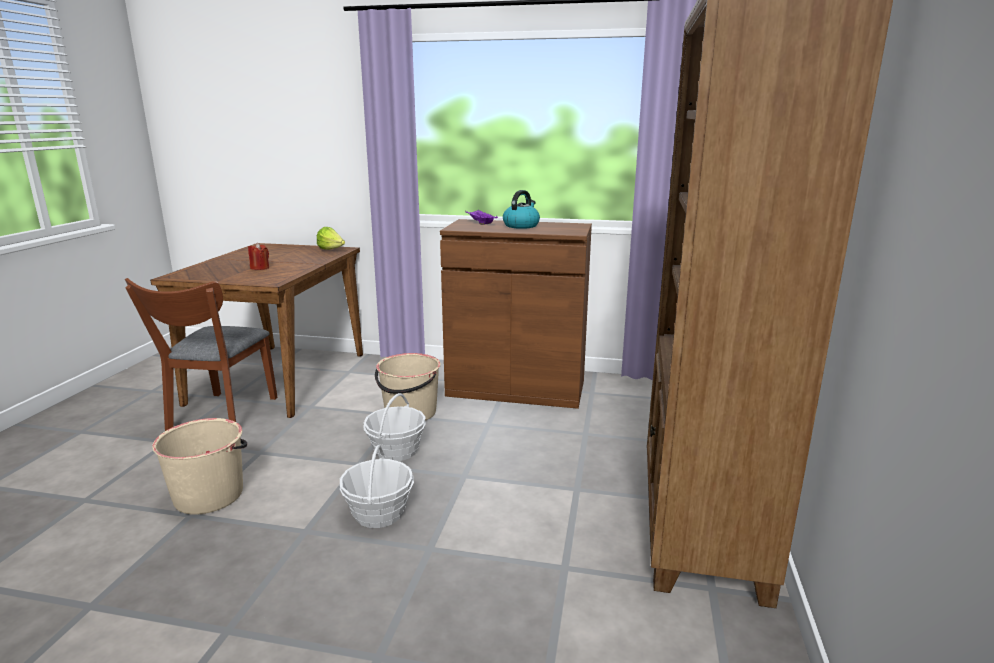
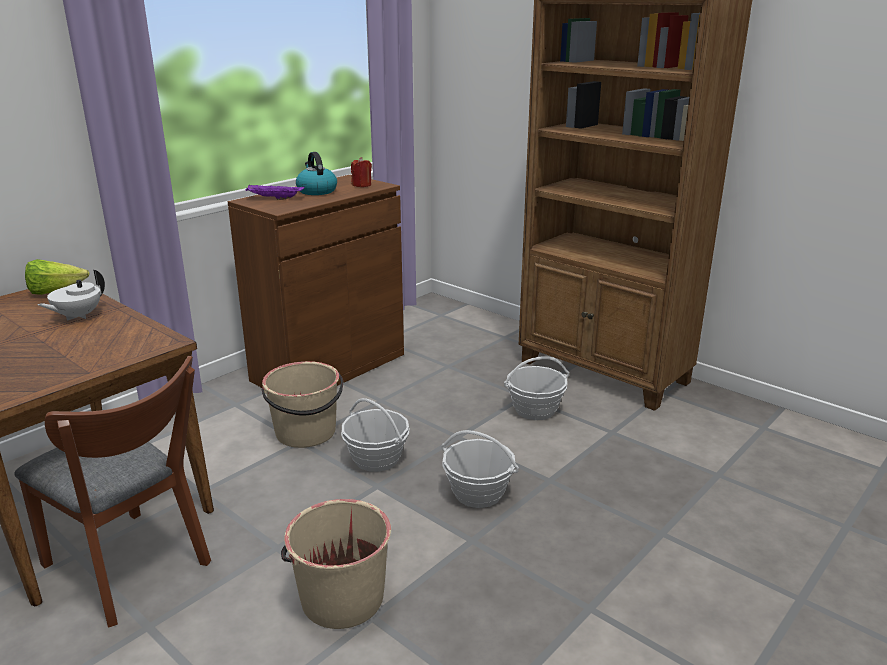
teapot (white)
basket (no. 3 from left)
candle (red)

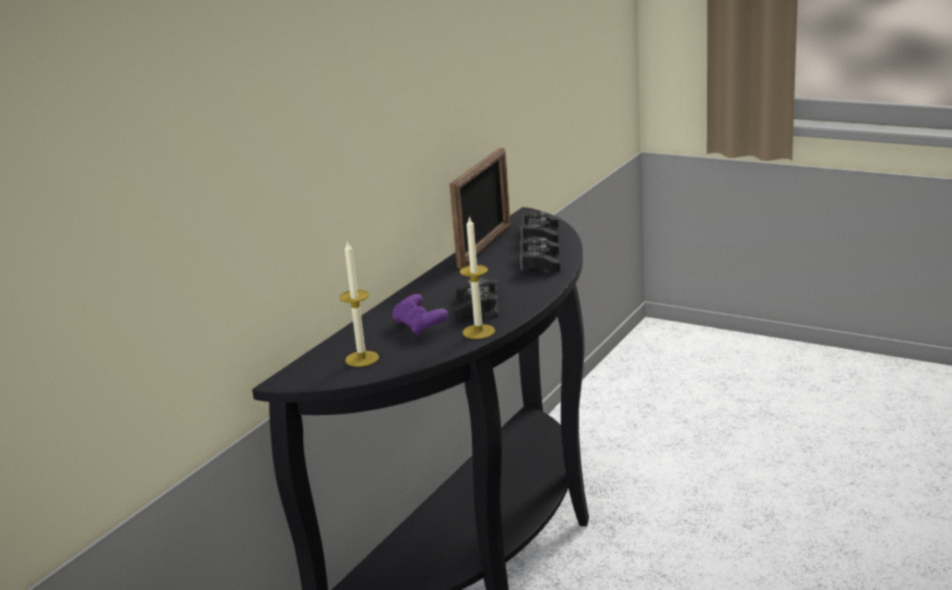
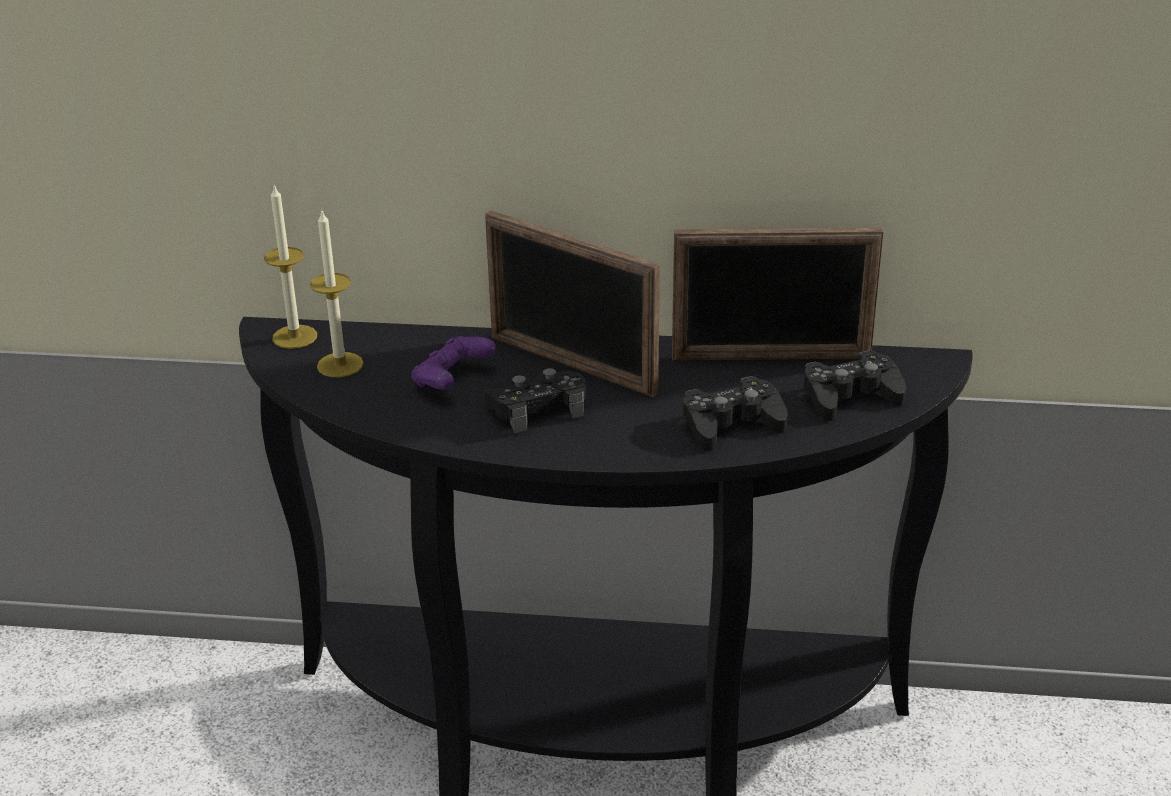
picture frame (no. 1 from left)
candle (no. 1 from left)

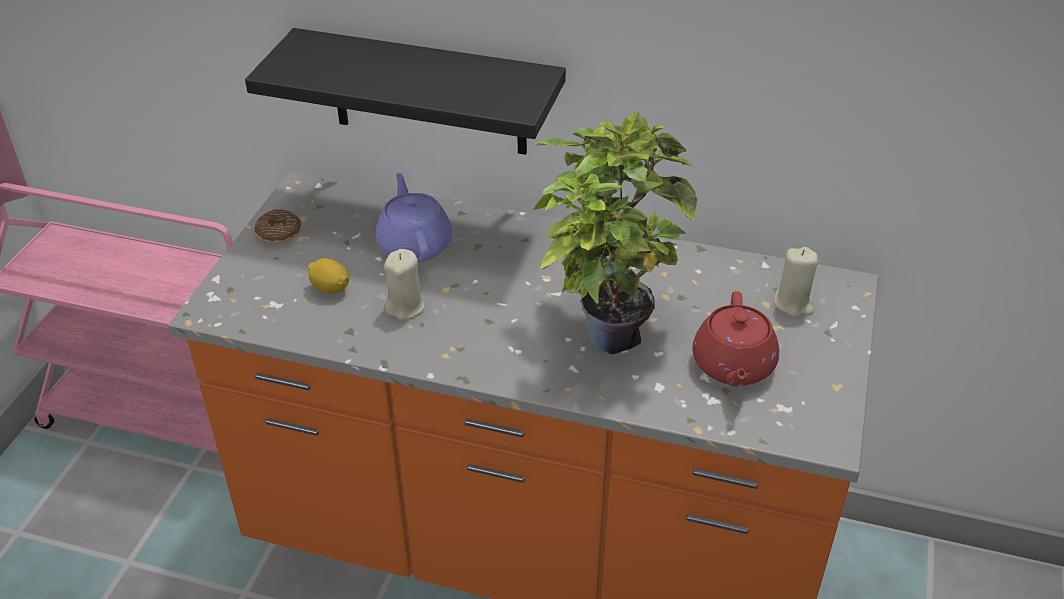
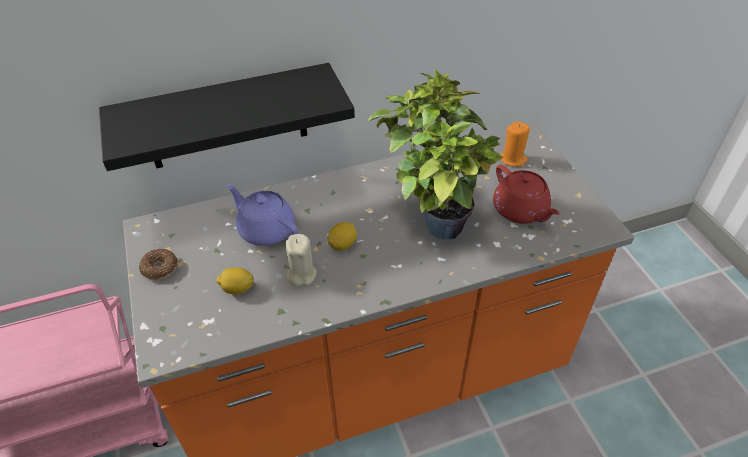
lemon (no. 2 from left)
candle (orange)

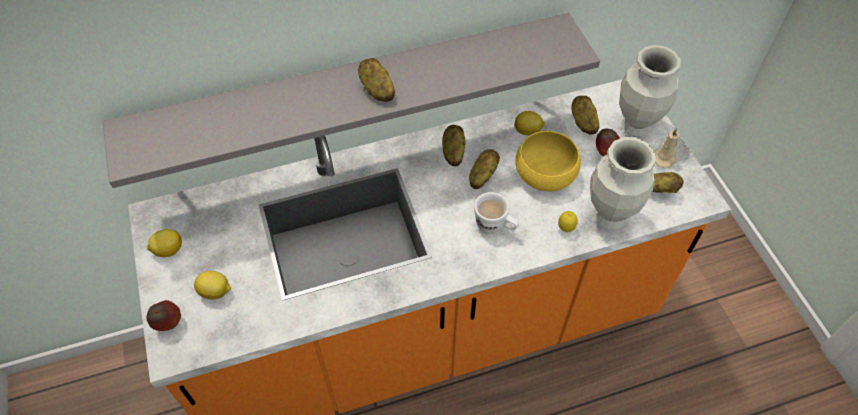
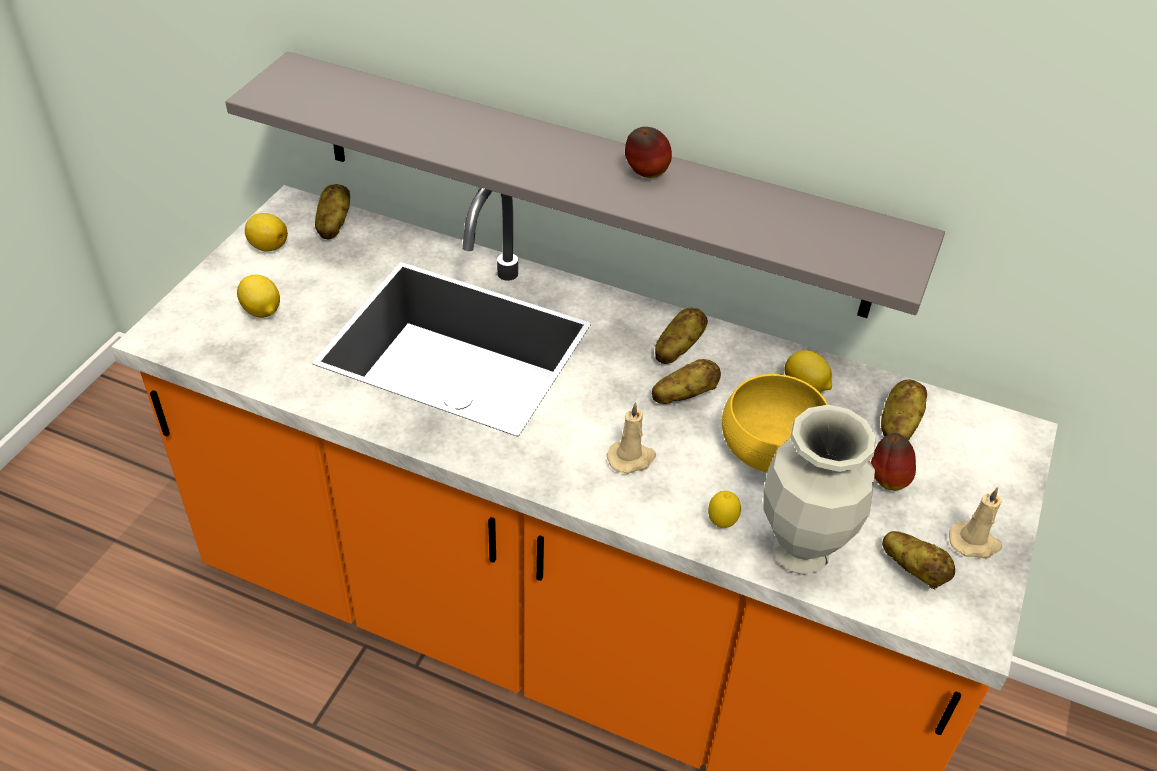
vase (no. 2 from left in the first image)
apple (no. 1 from left)
potato (no. 1 from left)
candle (beige) (no. 1 from left)

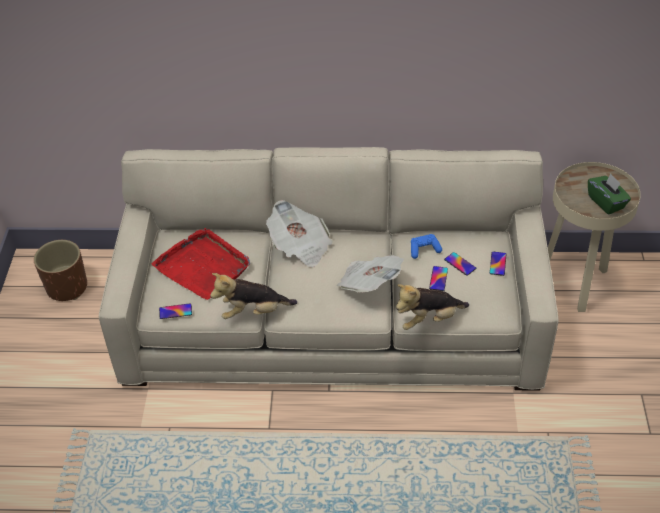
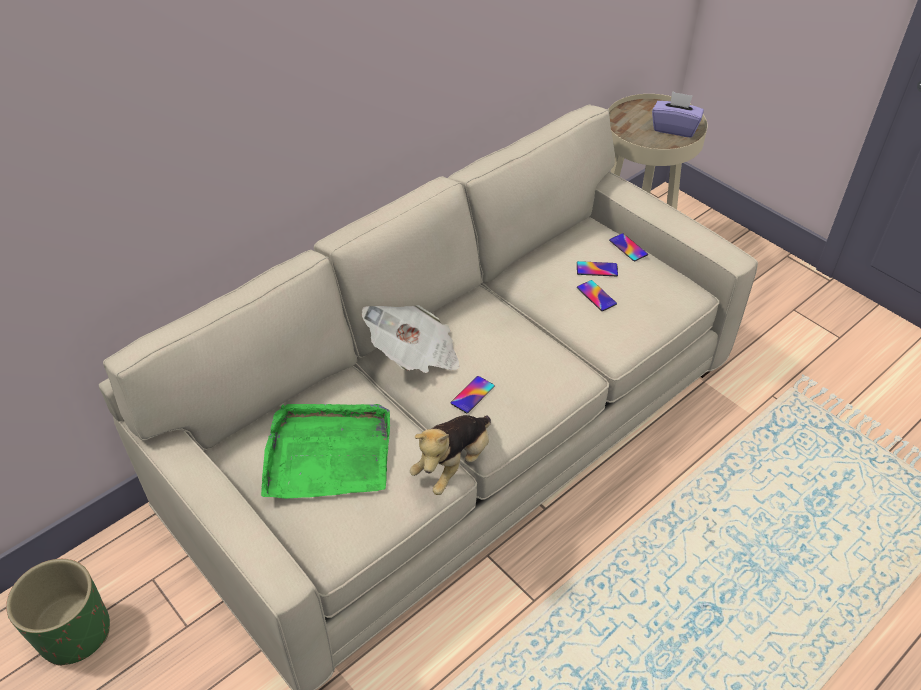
newspaper (no. 2 from left in the first image)
plush toy (no. 2 from left in the first image)
game controller (blue)
phone (no. 1 from left)
planter (green)
tray (green)
tissue box (purple)

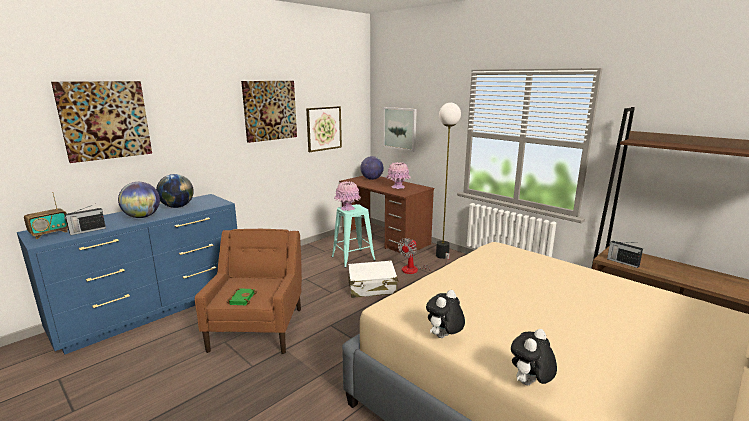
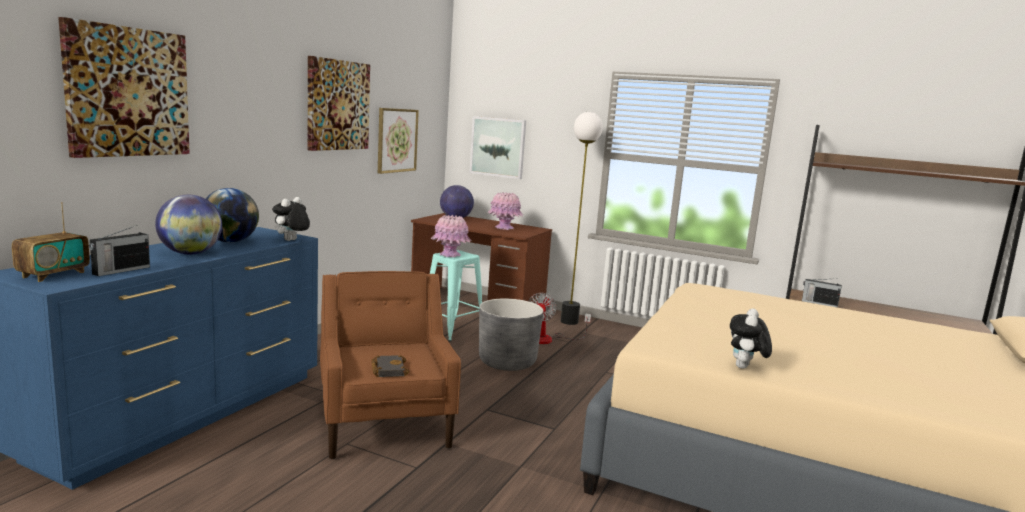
plush toy (no. 1 from left)
planter (grey)
book (black)

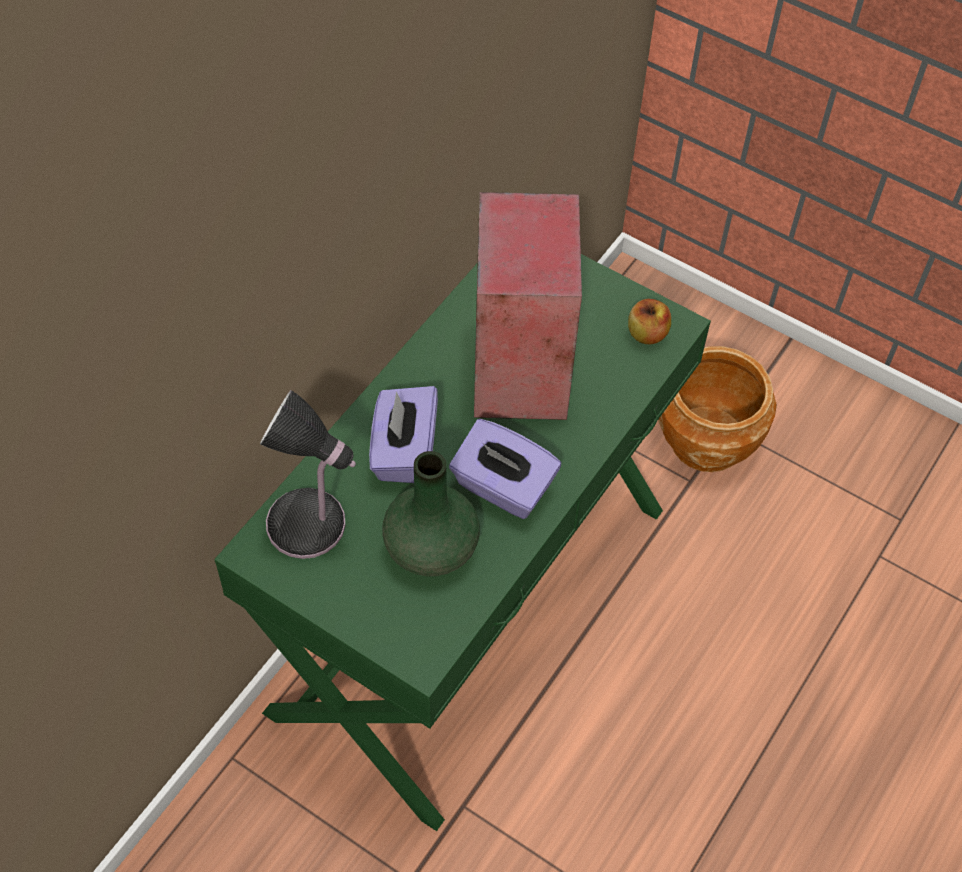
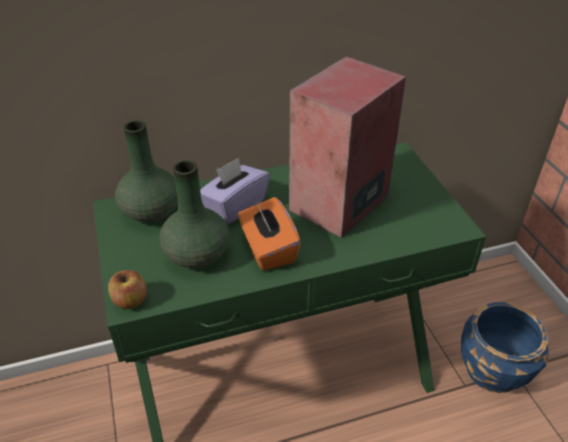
apple
vase (green) (no. 1 from left)
tissue box (orange)
planter (blue)

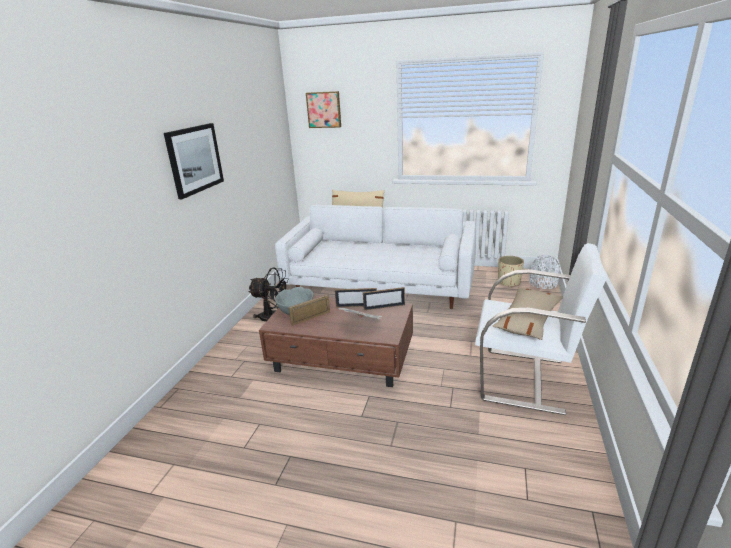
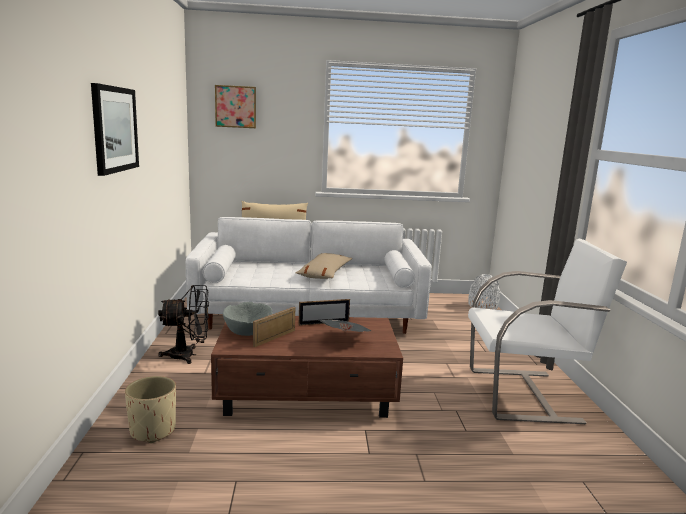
picture frame (no. 3 from left in the first image)
pillow (beige) (no. 2 from left)
planter (beige)

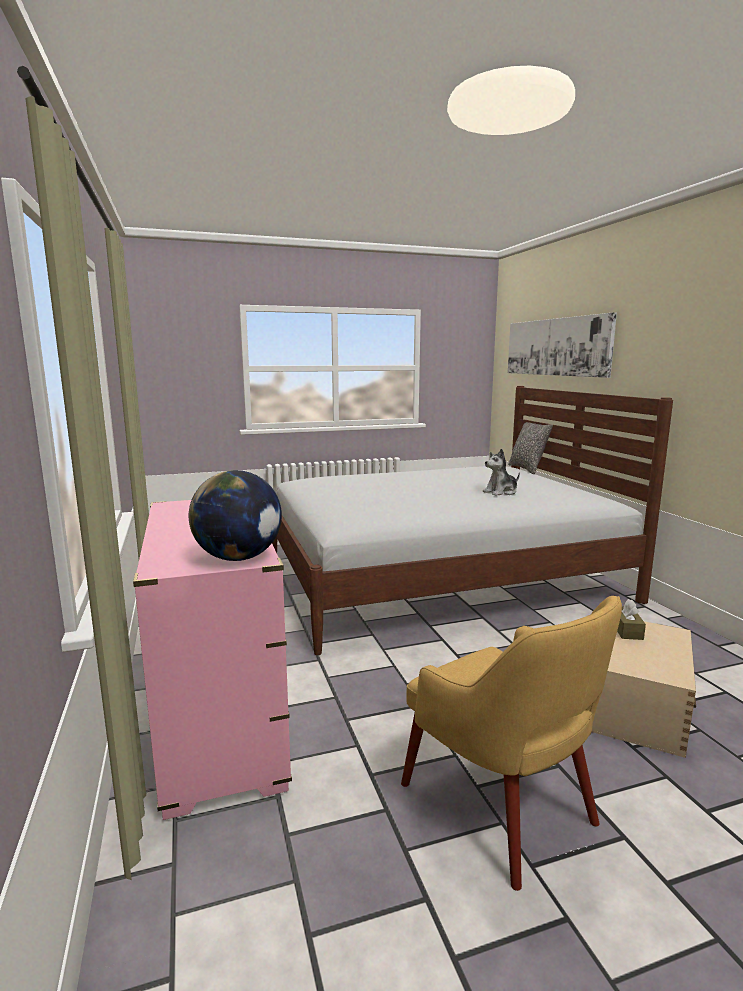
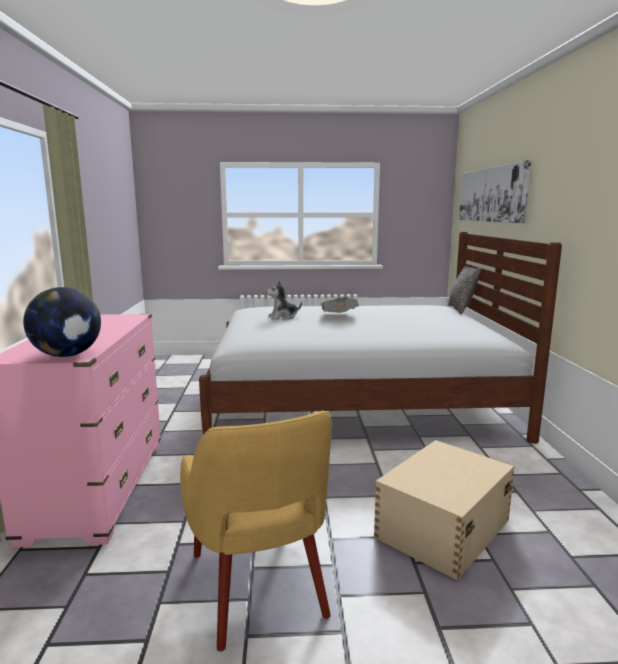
tissue box (brown)
newspaper
plush toy

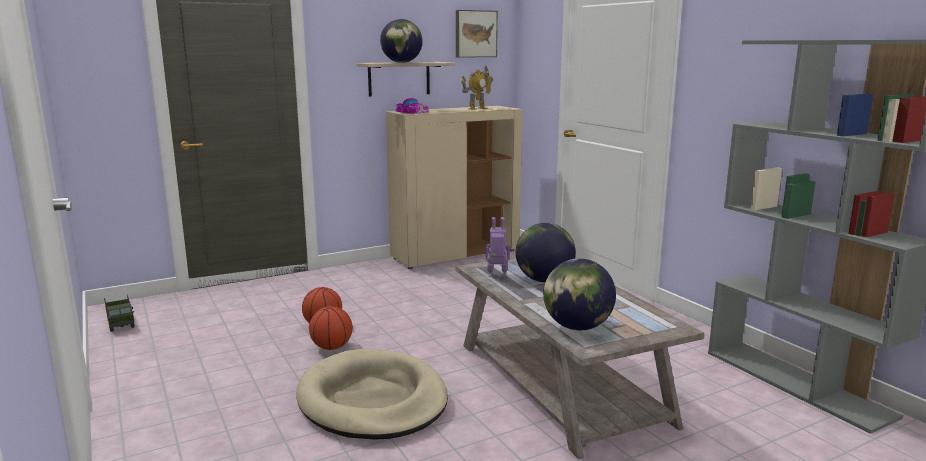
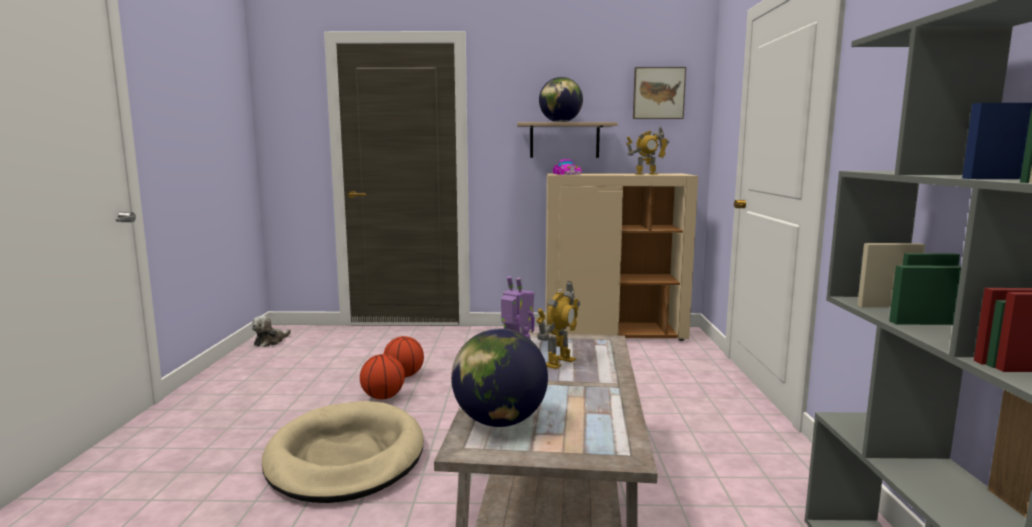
plush toy
toy robot (no. 2 from left)

